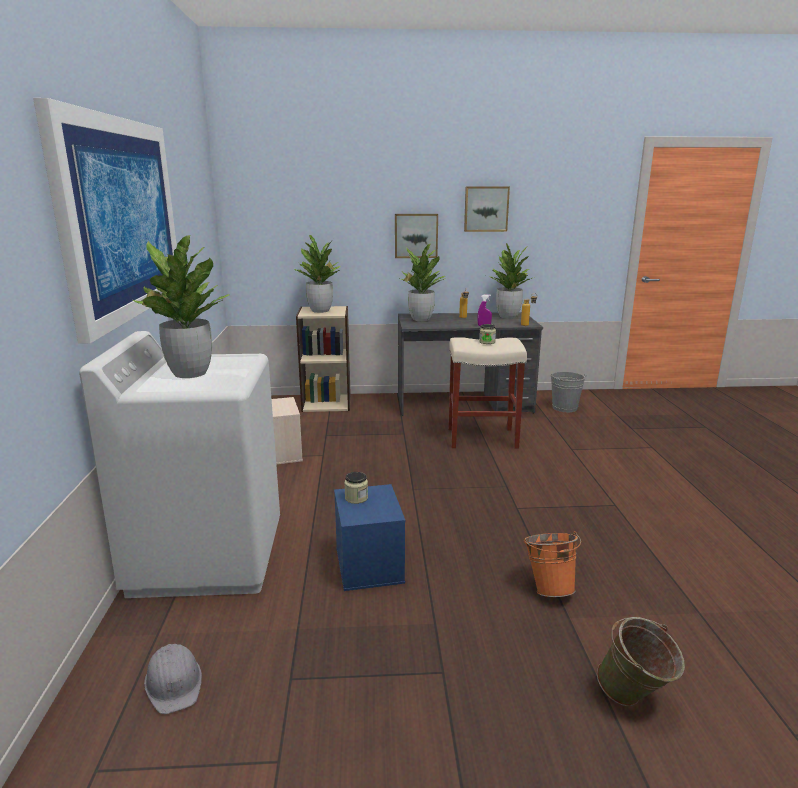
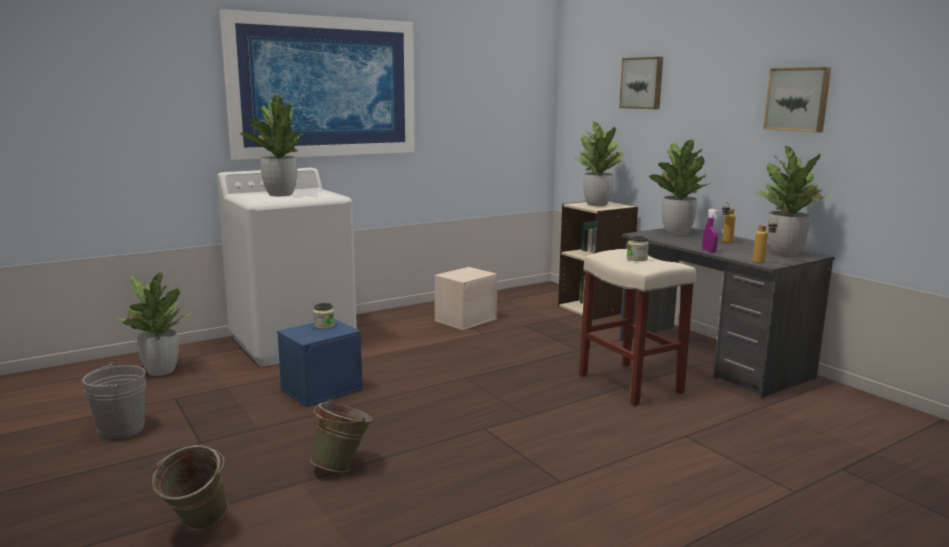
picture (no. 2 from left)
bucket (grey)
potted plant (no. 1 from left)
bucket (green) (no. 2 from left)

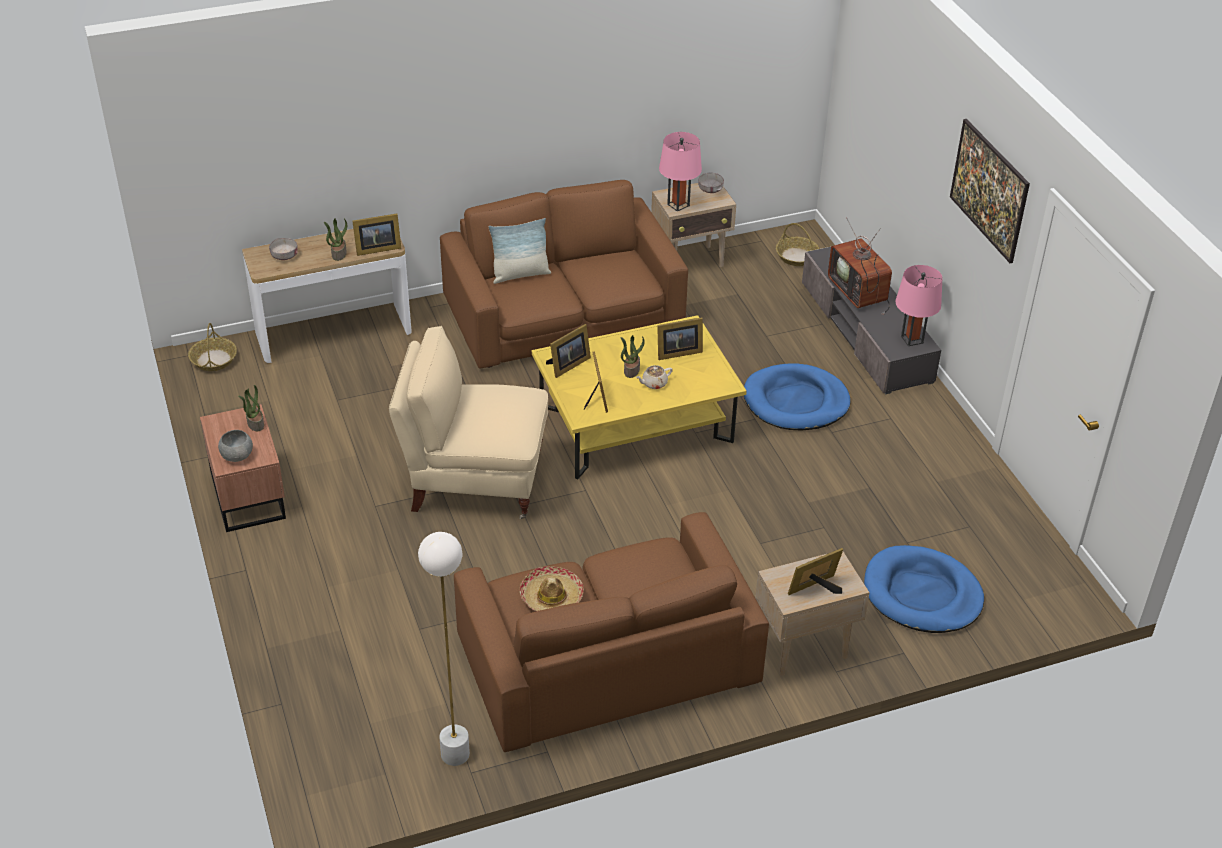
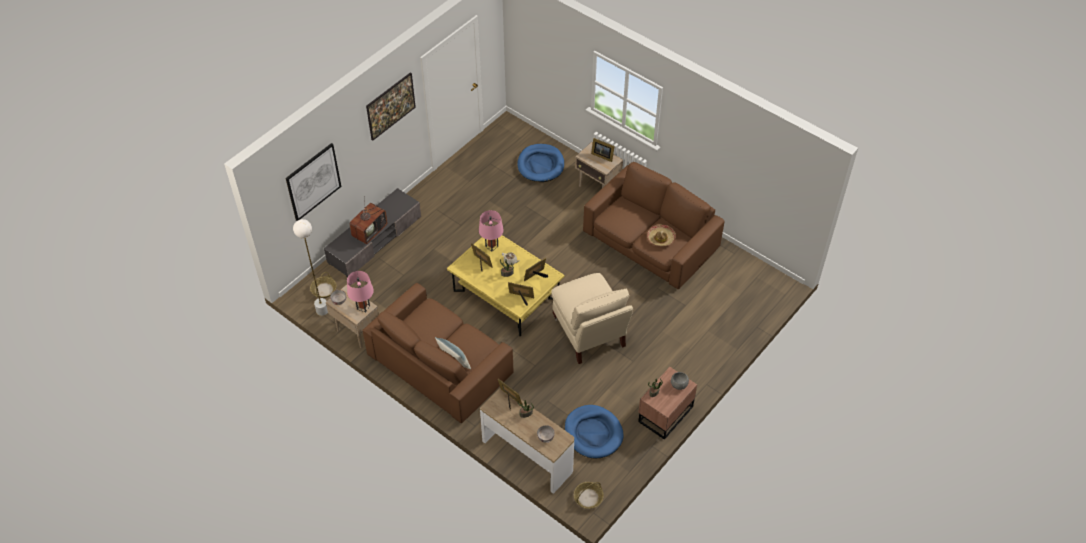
picture (no. 1 from left)
floor lamp (white)
dog bed (blue) (no. 2 from left)
table lamp (pink) (no. 2 from left)

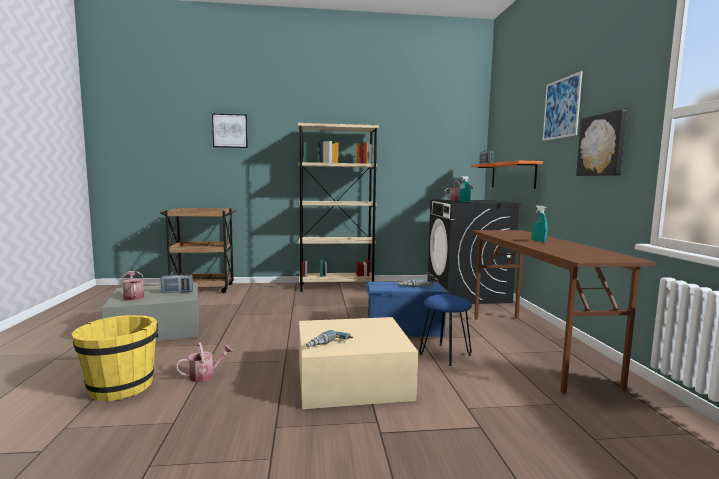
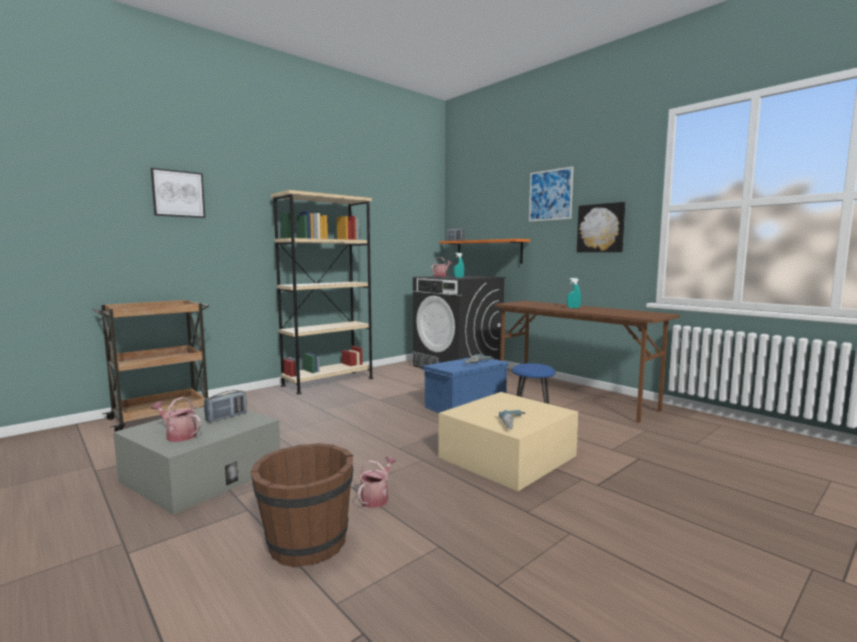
bucket (brown)

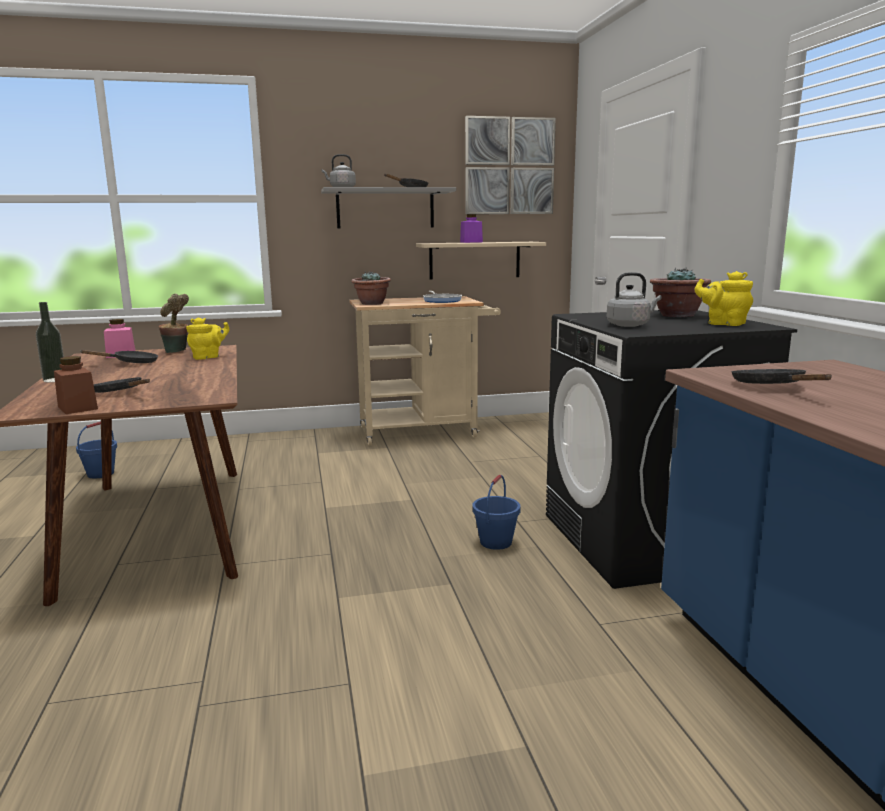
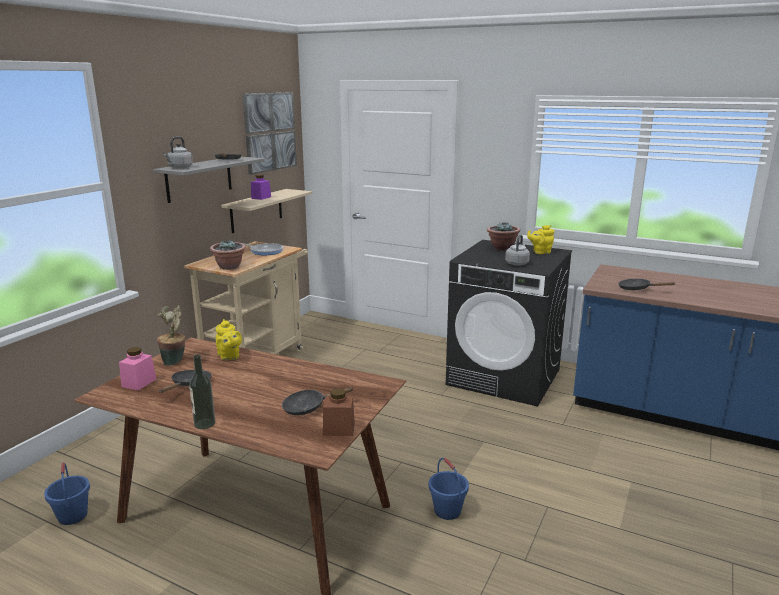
bucket (blue) (no. 2 from left)
teapot (yellow) (no. 1 from left)

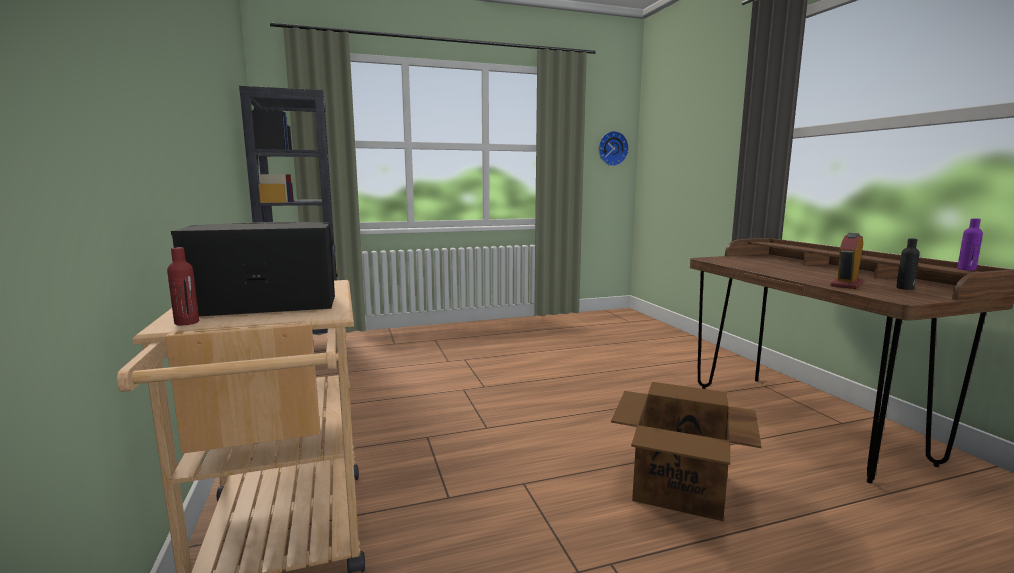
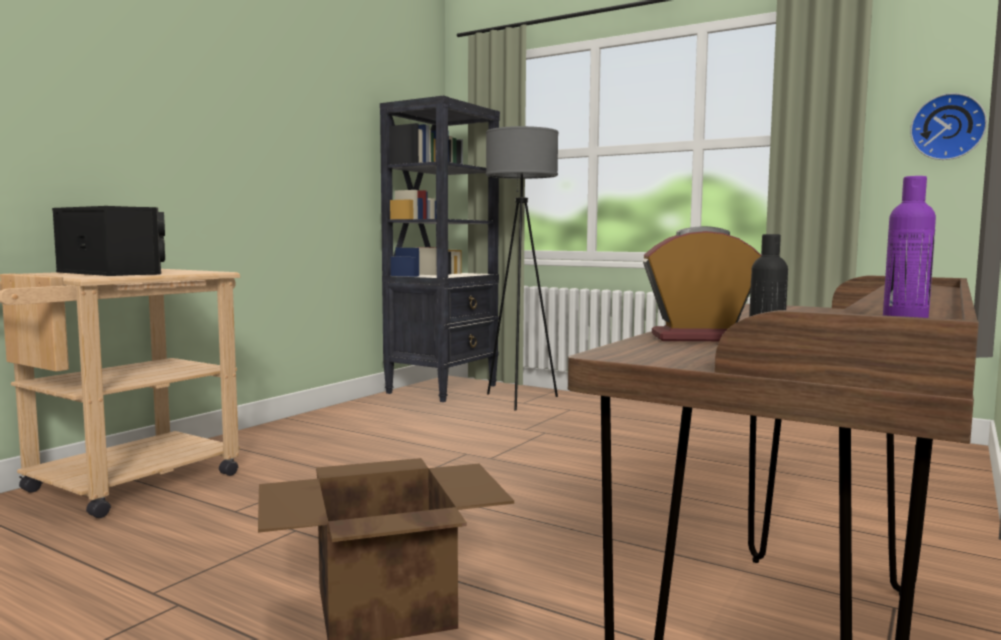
bottle (red)
floor lamp (grey)

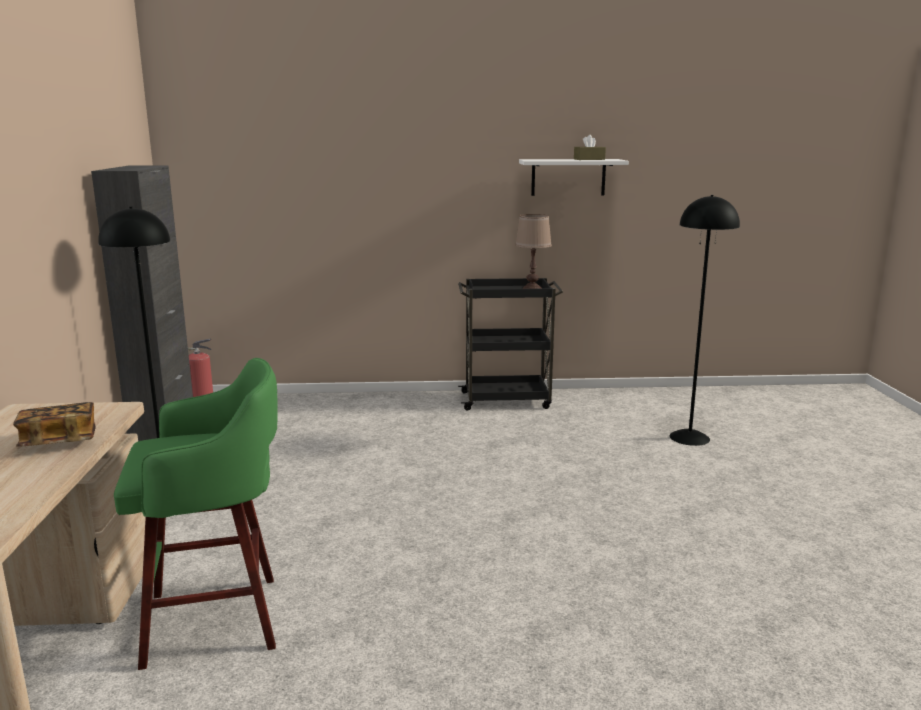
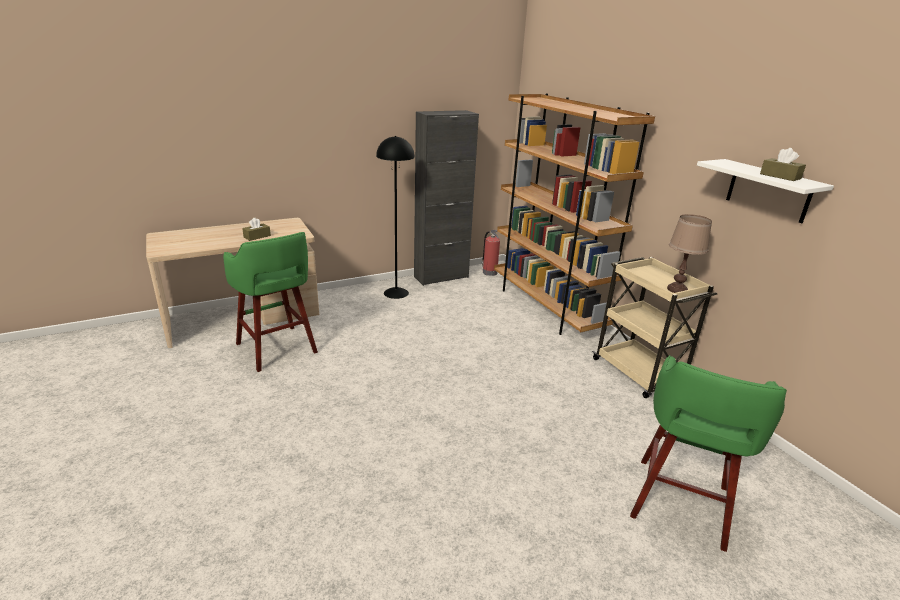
bookcase (brown)
tissue box (brown) (no. 1 from left)
stool (green) (no. 2 from left)
cart (beige)

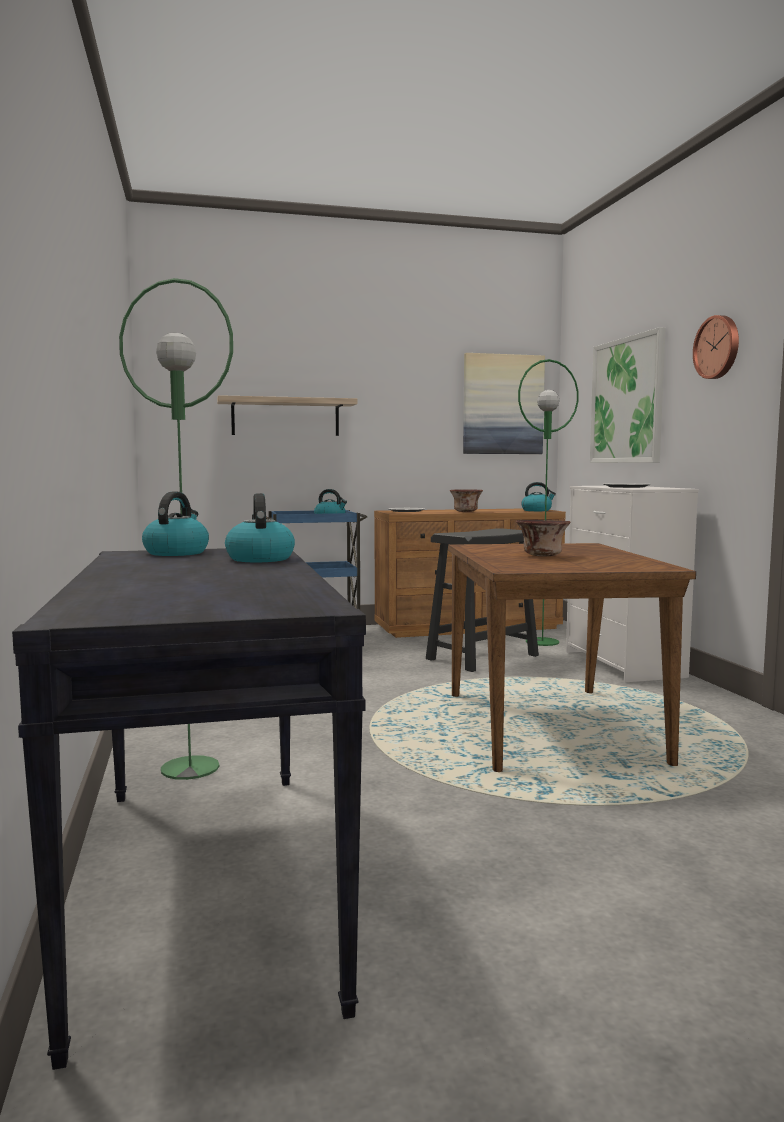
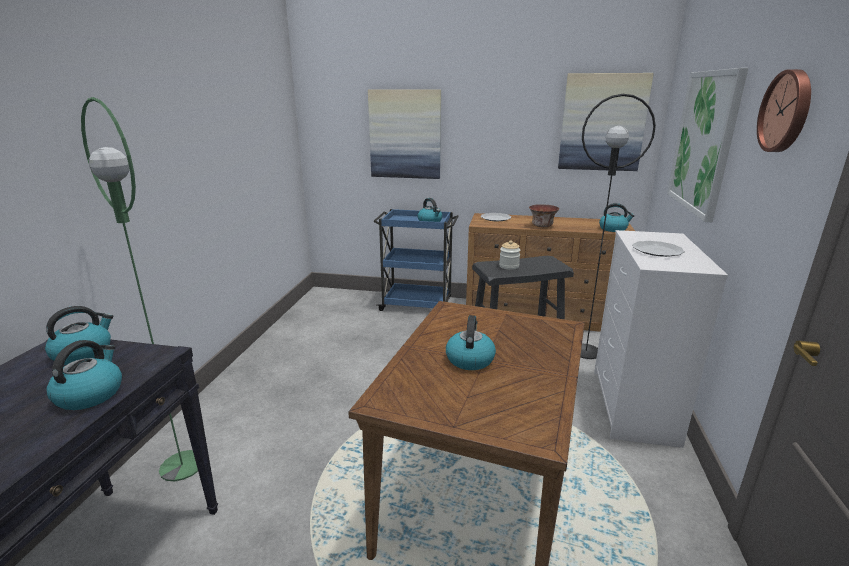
jar
picture (no. 1 from left)
kettle (no. 4 from left)
floor lamp (black)

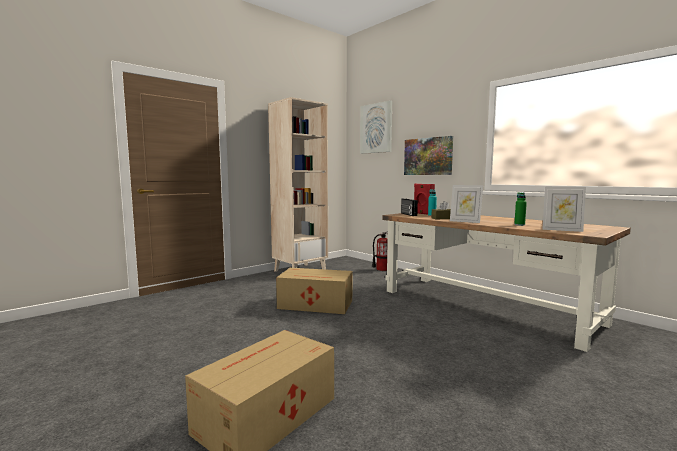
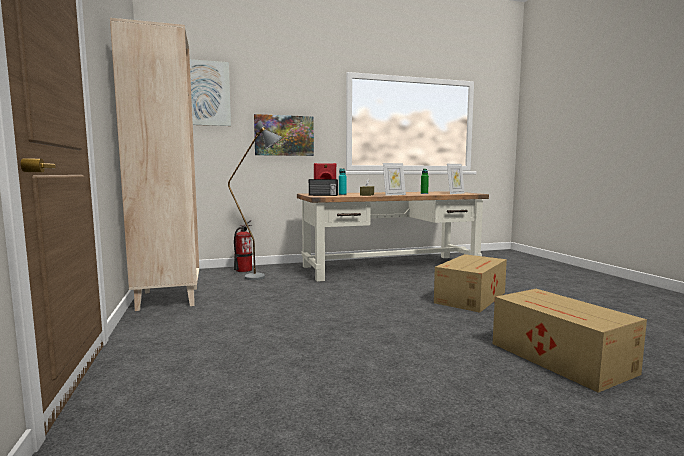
floor lamp (grey)
cardboard box (no. 1 from left)

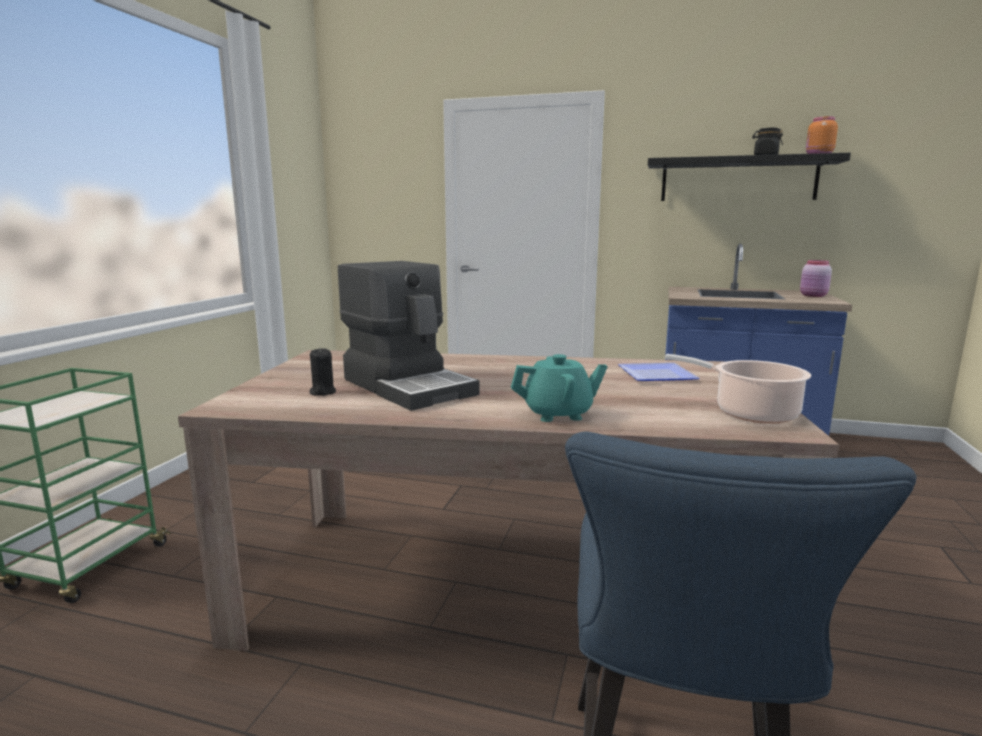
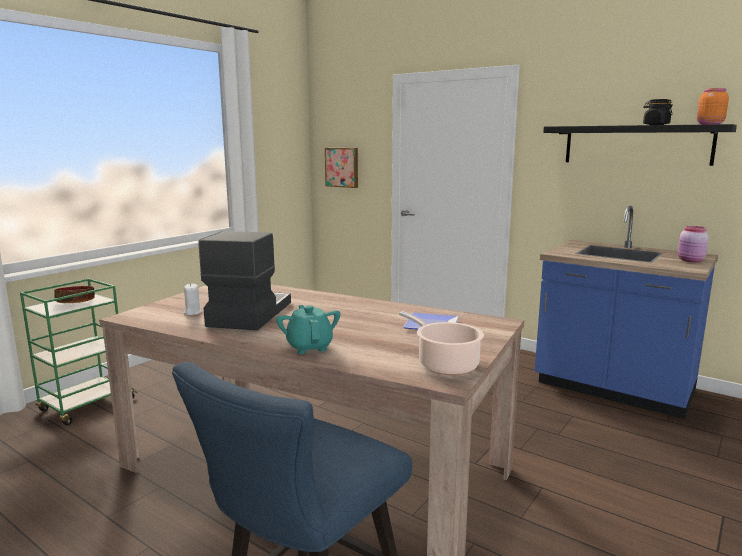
bowl
picture
candle (white)
coffee machine
teapot (turquoise)

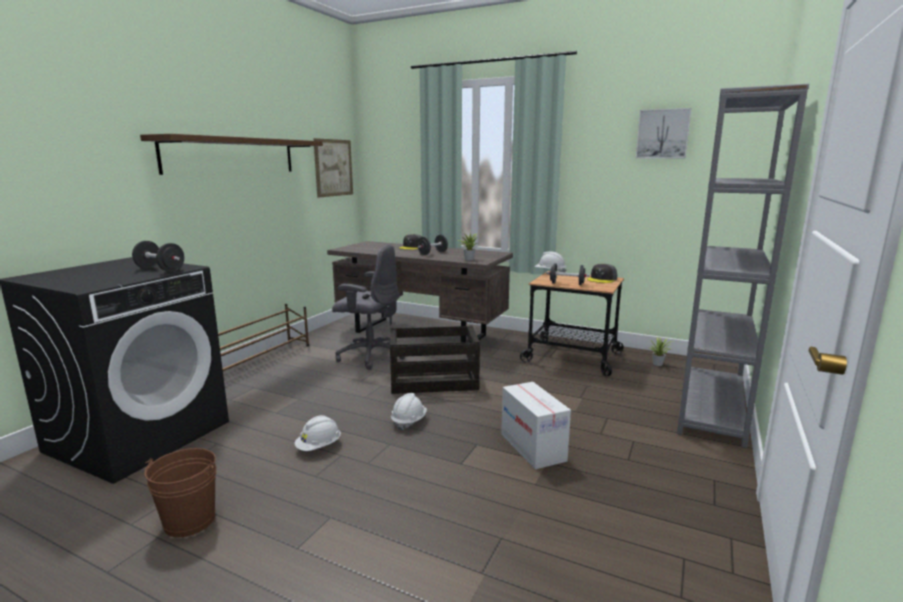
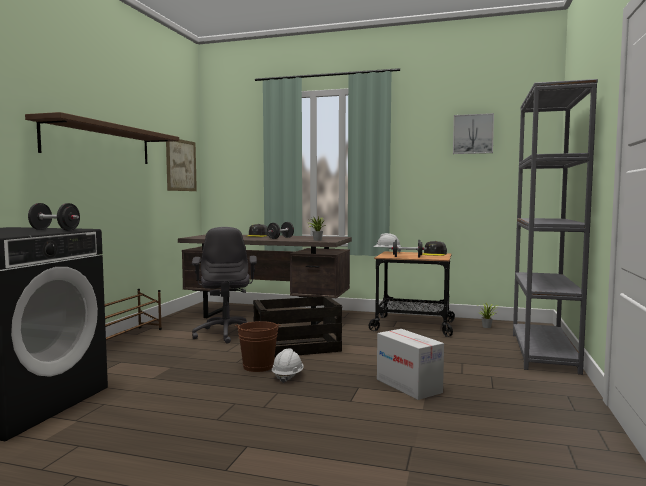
hard hat (white) (no. 1 from left in the first image)
bucket (brown)
office chair (grey)

